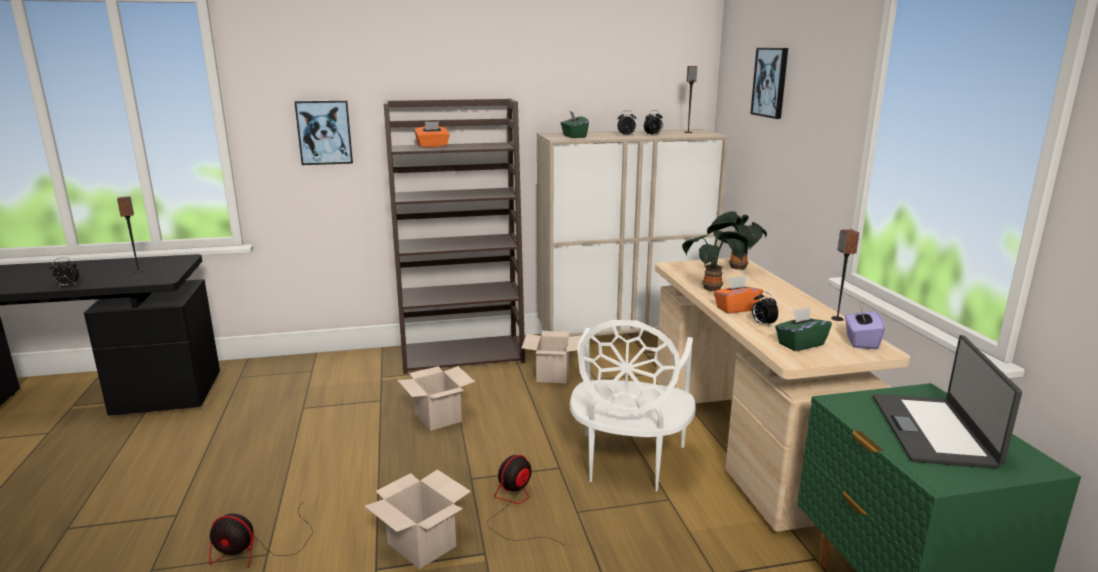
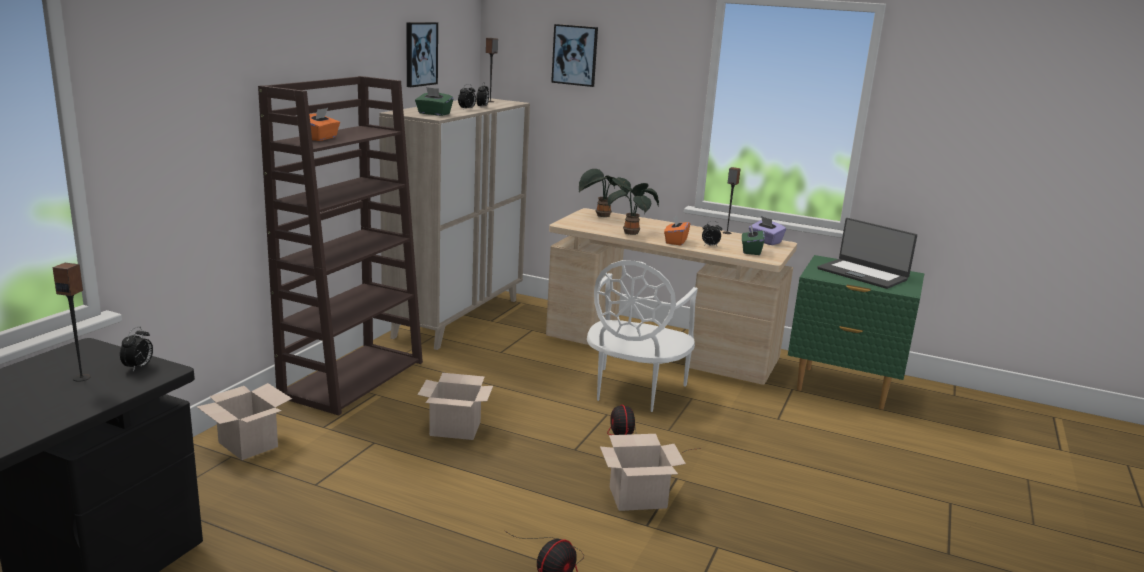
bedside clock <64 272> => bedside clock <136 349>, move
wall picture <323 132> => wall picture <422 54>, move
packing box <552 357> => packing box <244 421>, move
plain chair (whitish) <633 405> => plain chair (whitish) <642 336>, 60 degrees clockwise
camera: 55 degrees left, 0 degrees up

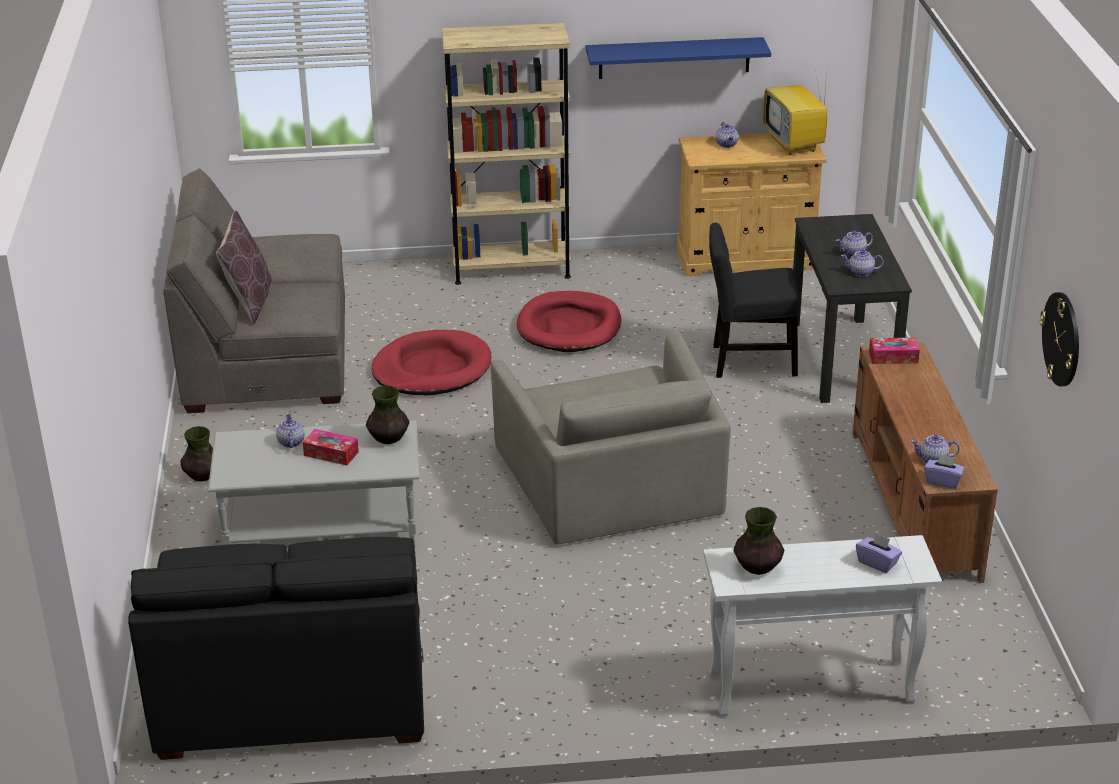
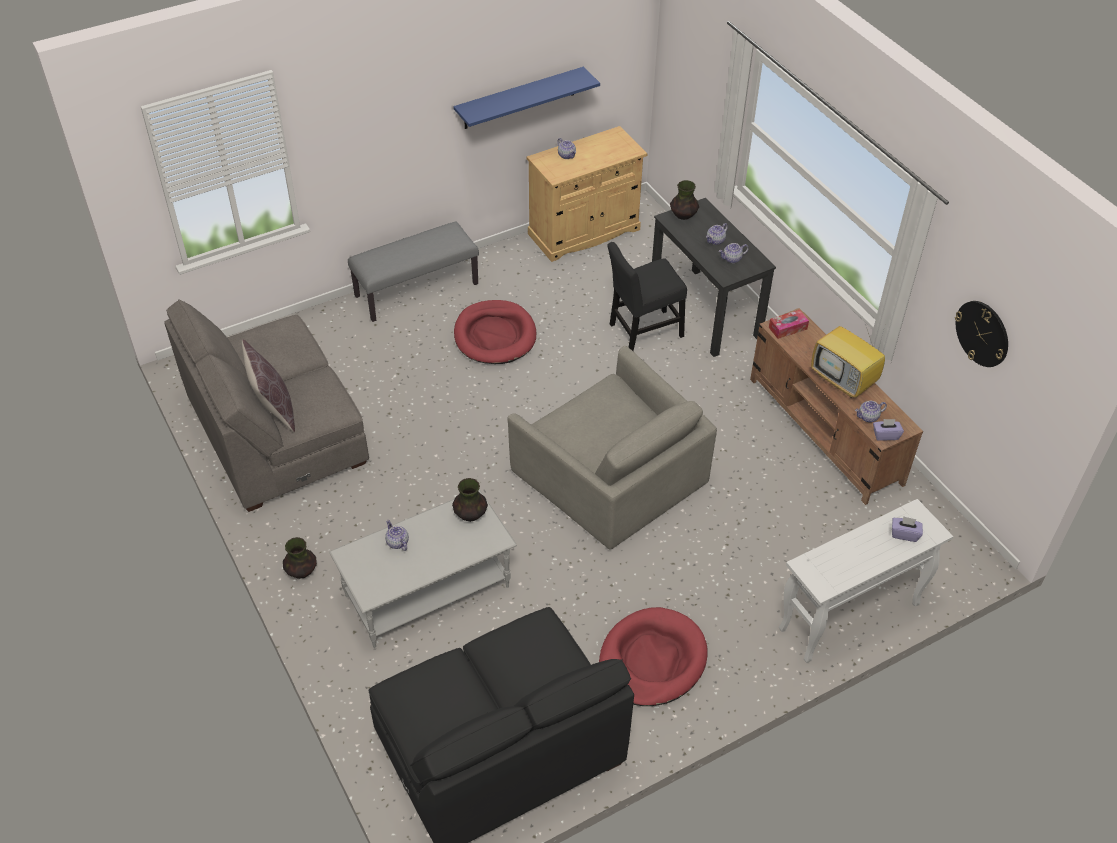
box of tissues <331 447> => nothing
dog bed (red-coloured) <431 362> => dog bed (red-coloured) <653 656>, move
bookshelf (beige) <506 154> => indoor bench (gray) <413 272>
vase <758 541> => vase <684 200>, move
TV <795 113> => TV <848 361>, move
camera: 25 degrees left, 15 degrees up

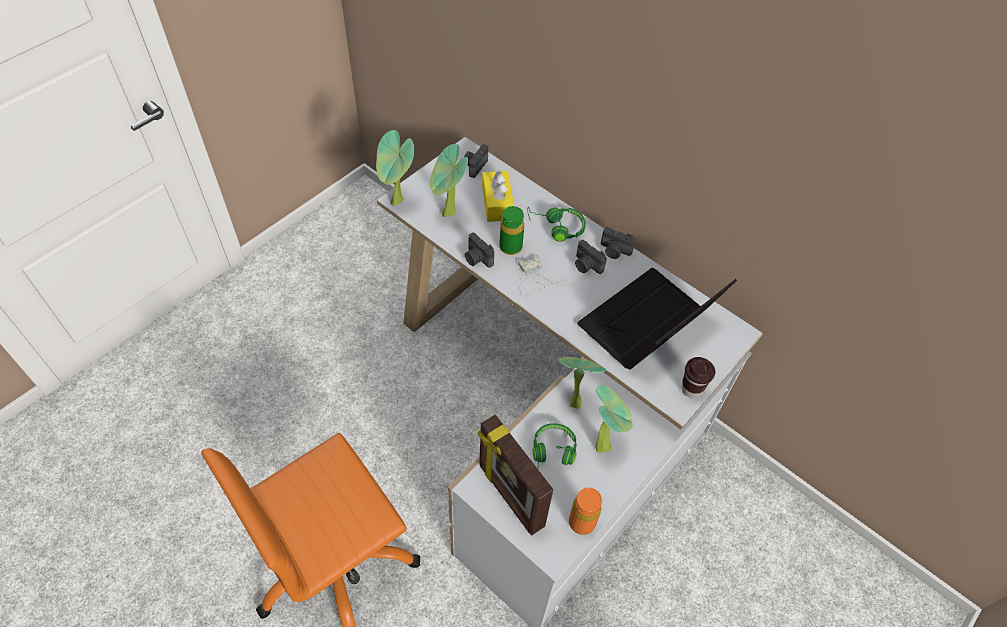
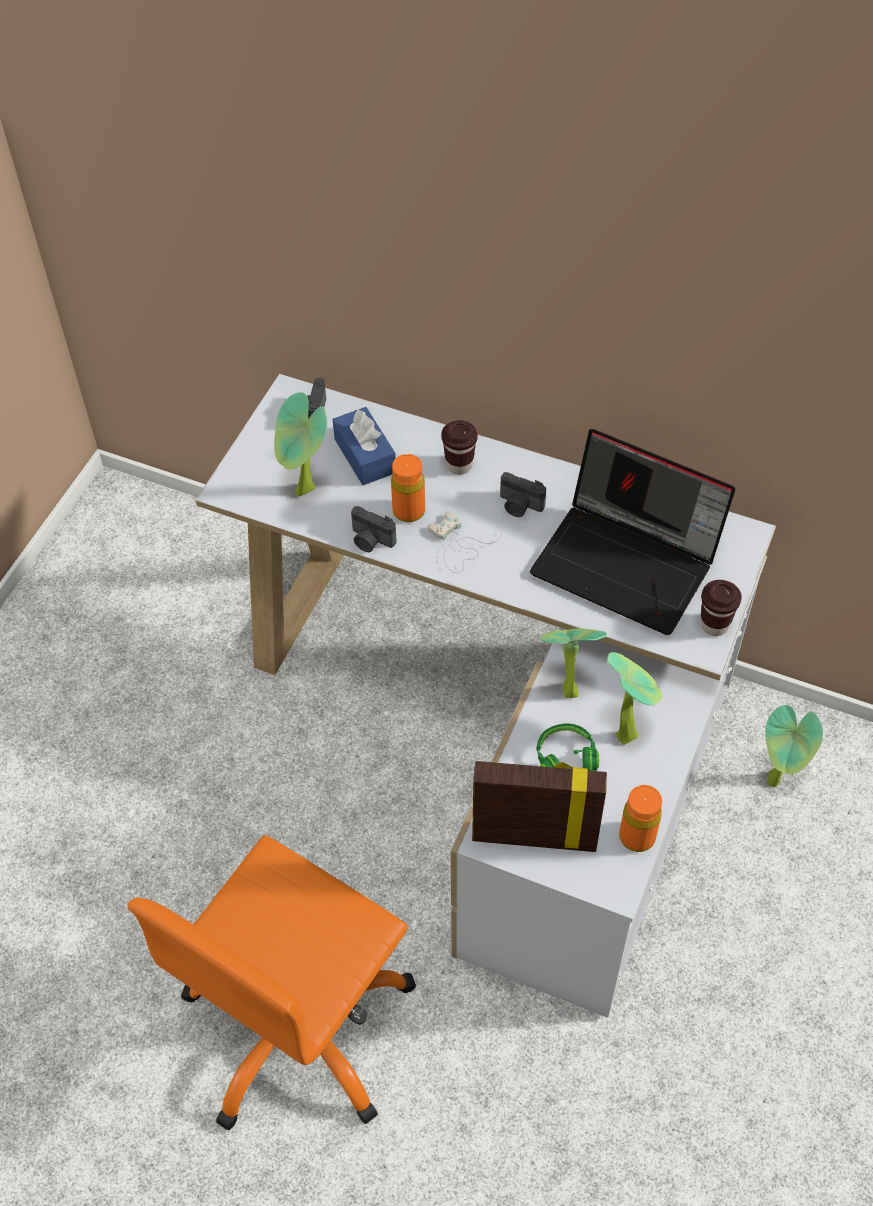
plant in a pot <395 168> => plant in a pot <794 746>, move
picture frame <515 475> => picture frame <539 806>, 150 degrees clockwise
box of tissues (yellow) <498 195> => box of tissues (blue) <364 446>
bottle (green) <511 230> => bottle (orange) <408 488>
headphones (green) <556 224> => drinking cup (brownish) <459 447>
laptop <657 319> => laptop <632 532>, 90 degrees counterclockwise
still camera <618 243> => nothing
camera: 15 degrees left, 0 degrees up

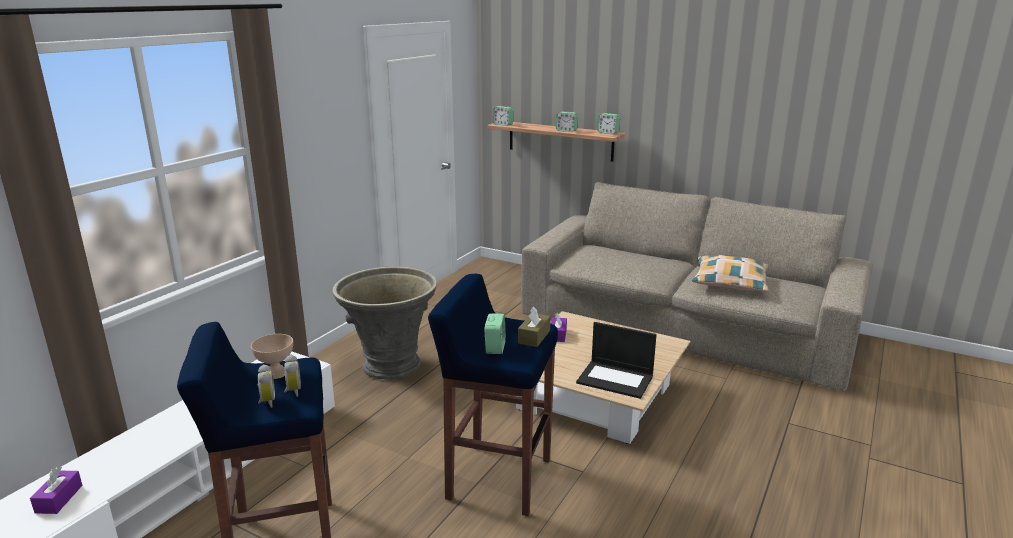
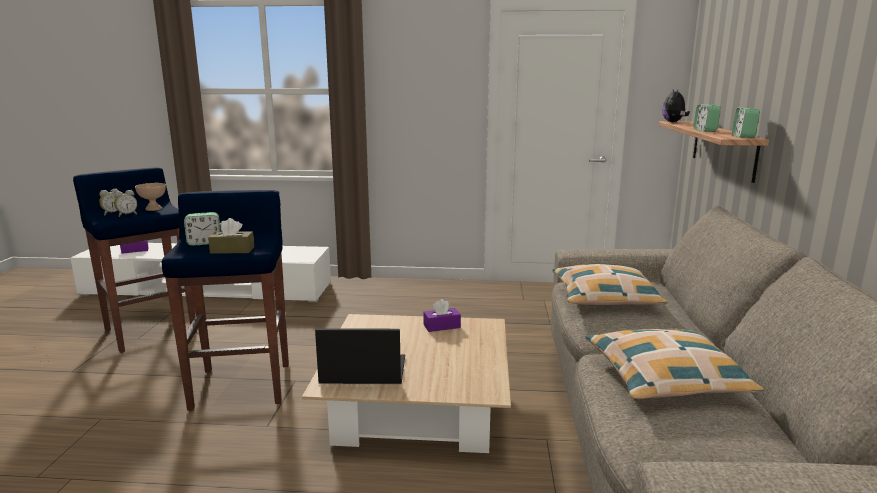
flower pot (gray) <384 322> => nothing
bedside clock <503 116> => soft toy <676 106>
laptop <616 360> => laptop <360 356>, 90 degrees clockwise
nothing => cushion <610 284>
camera: 65 degrees right, 5 degrees down

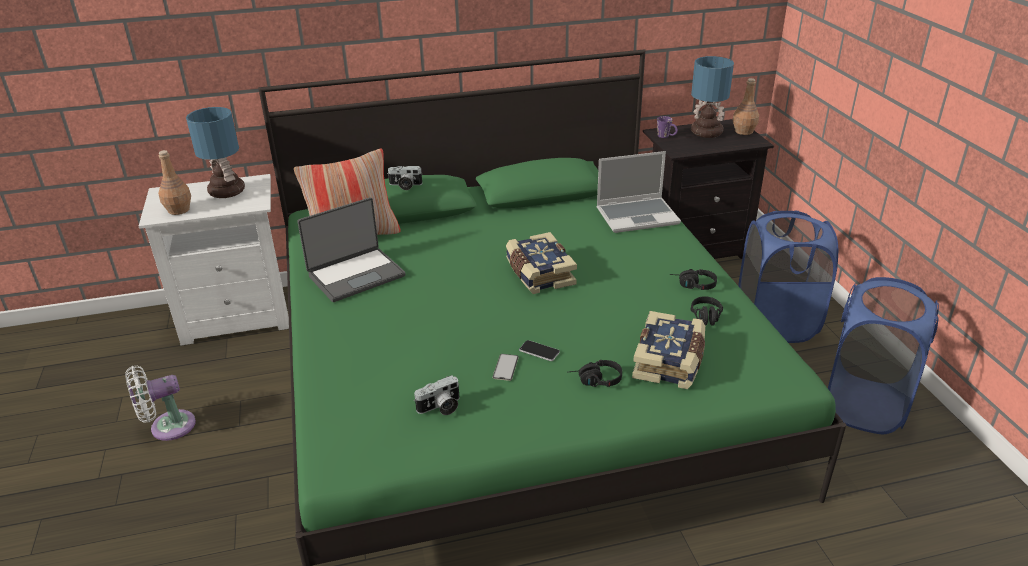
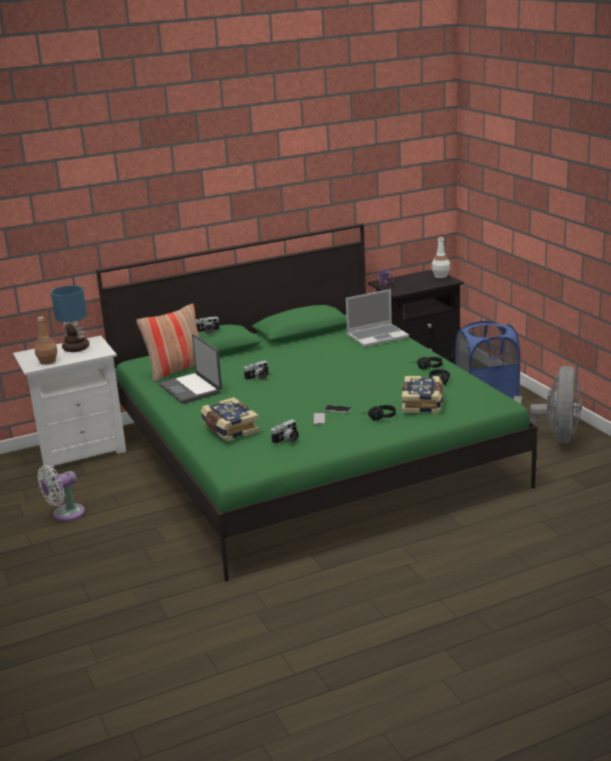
laptop <351 249> => laptop <190 369>, 105 degrees clockwise
bound book <541 263> => bound book <230 419>, move
tabletop lamp <712 97> => nothing
bottle (brownish) <746 106> => bottle (whitish) <441 257>
washing basket (blue) <883 355> => cooling fan (gray) <548 404>
nothing => still camera <256 370>
camera: 10 degrees left, 10 degrees down

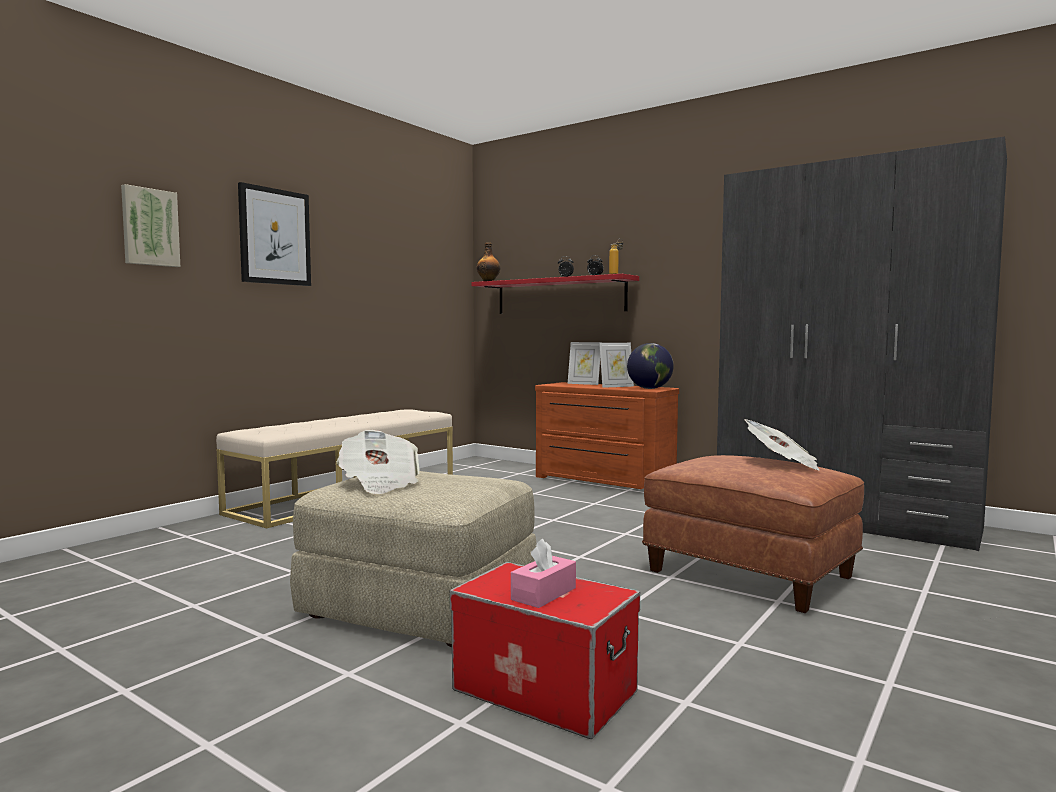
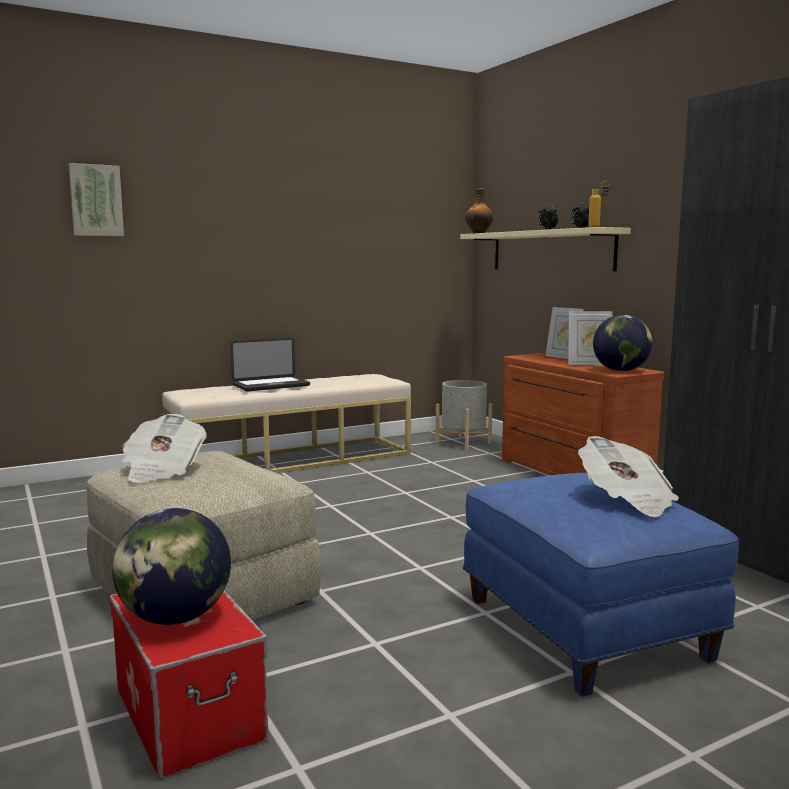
wall picture <274 234> => nothing
bracket shelf (red-coloured) <555 294> => bracket shelf (beige) <545 249>
box of tissues (pink) <543 573> => globe <171 566>
pouffe (brownish) <753 534> => pouffe (blue) <601 585>
nothing => laptop <270 364>
nothing => flower pot (gray) <463 415>
camera: 25 degrees right, 5 degrees up

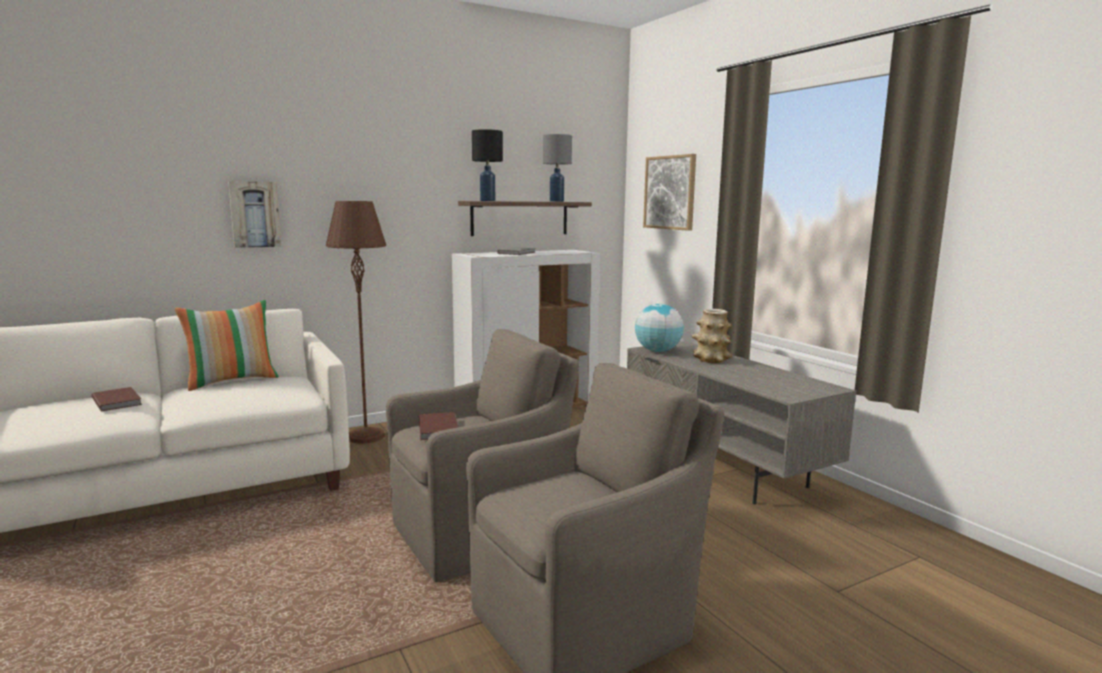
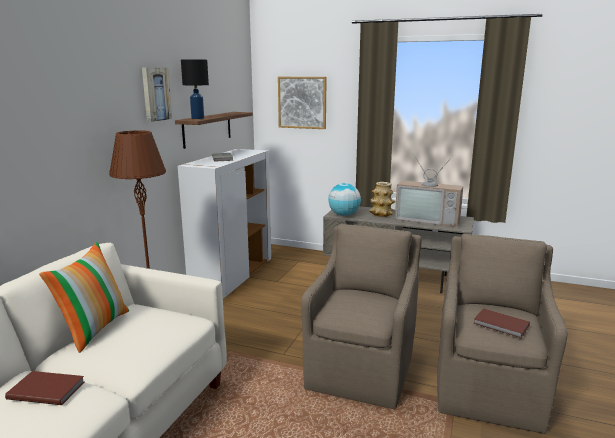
wall picture <254 214> => wall picture <157 94>, move
bound book (brownish) <438 426> => bound book (brownish) <501 323>, move
tabletop lamp (gray) <557 168> => nothing
nothing => TV <429 190>
camera: 40 degrees left, 5 degrees up

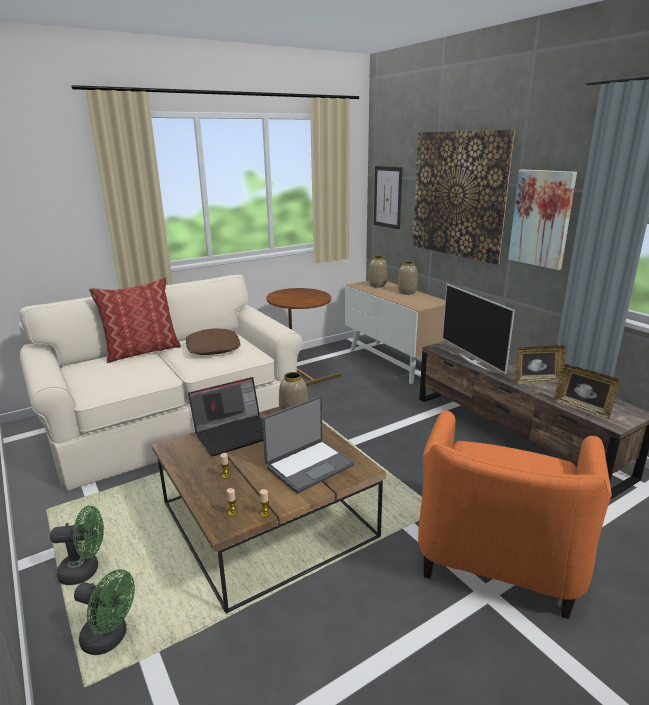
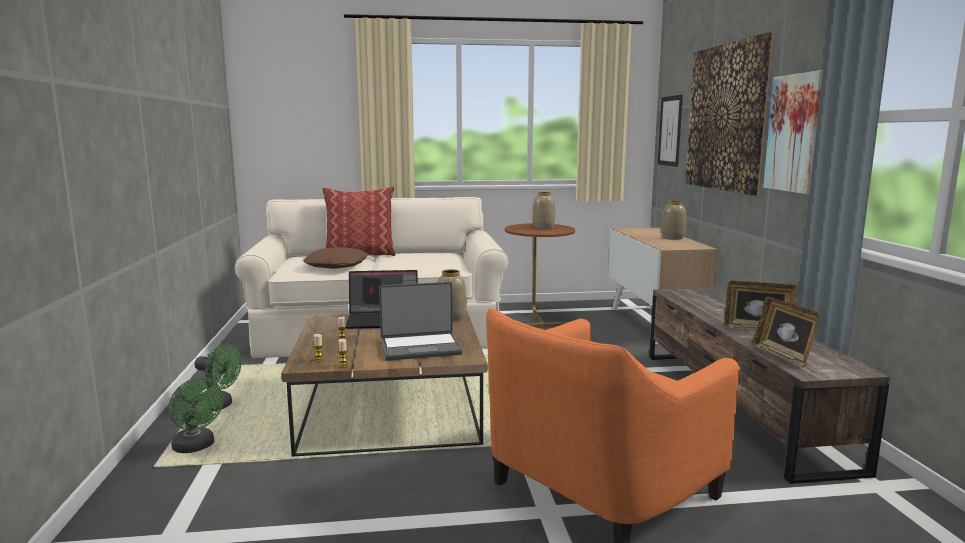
cushion (brownish) <213 341> => cushion (brownish) <335 258>, move
vase <378 271> => vase <544 210>, move
TV <478 329> => nothing
camera: 25 degrees right, 10 degrees down

